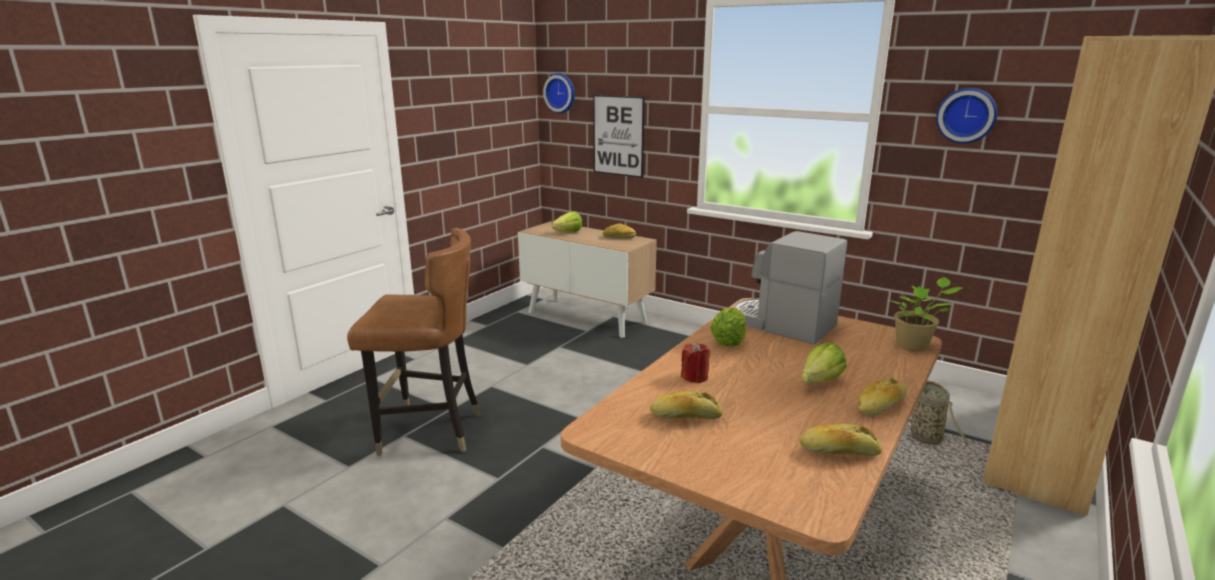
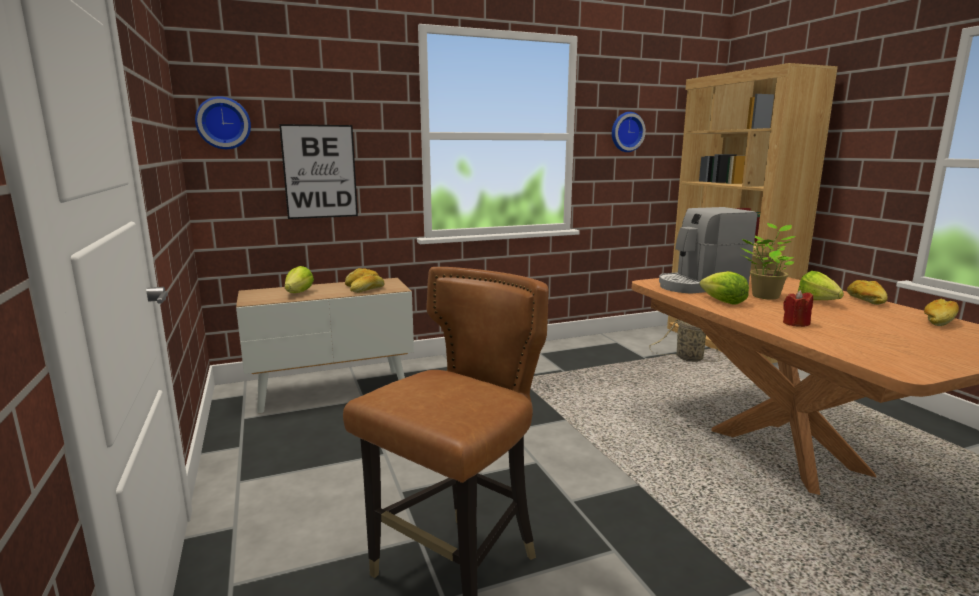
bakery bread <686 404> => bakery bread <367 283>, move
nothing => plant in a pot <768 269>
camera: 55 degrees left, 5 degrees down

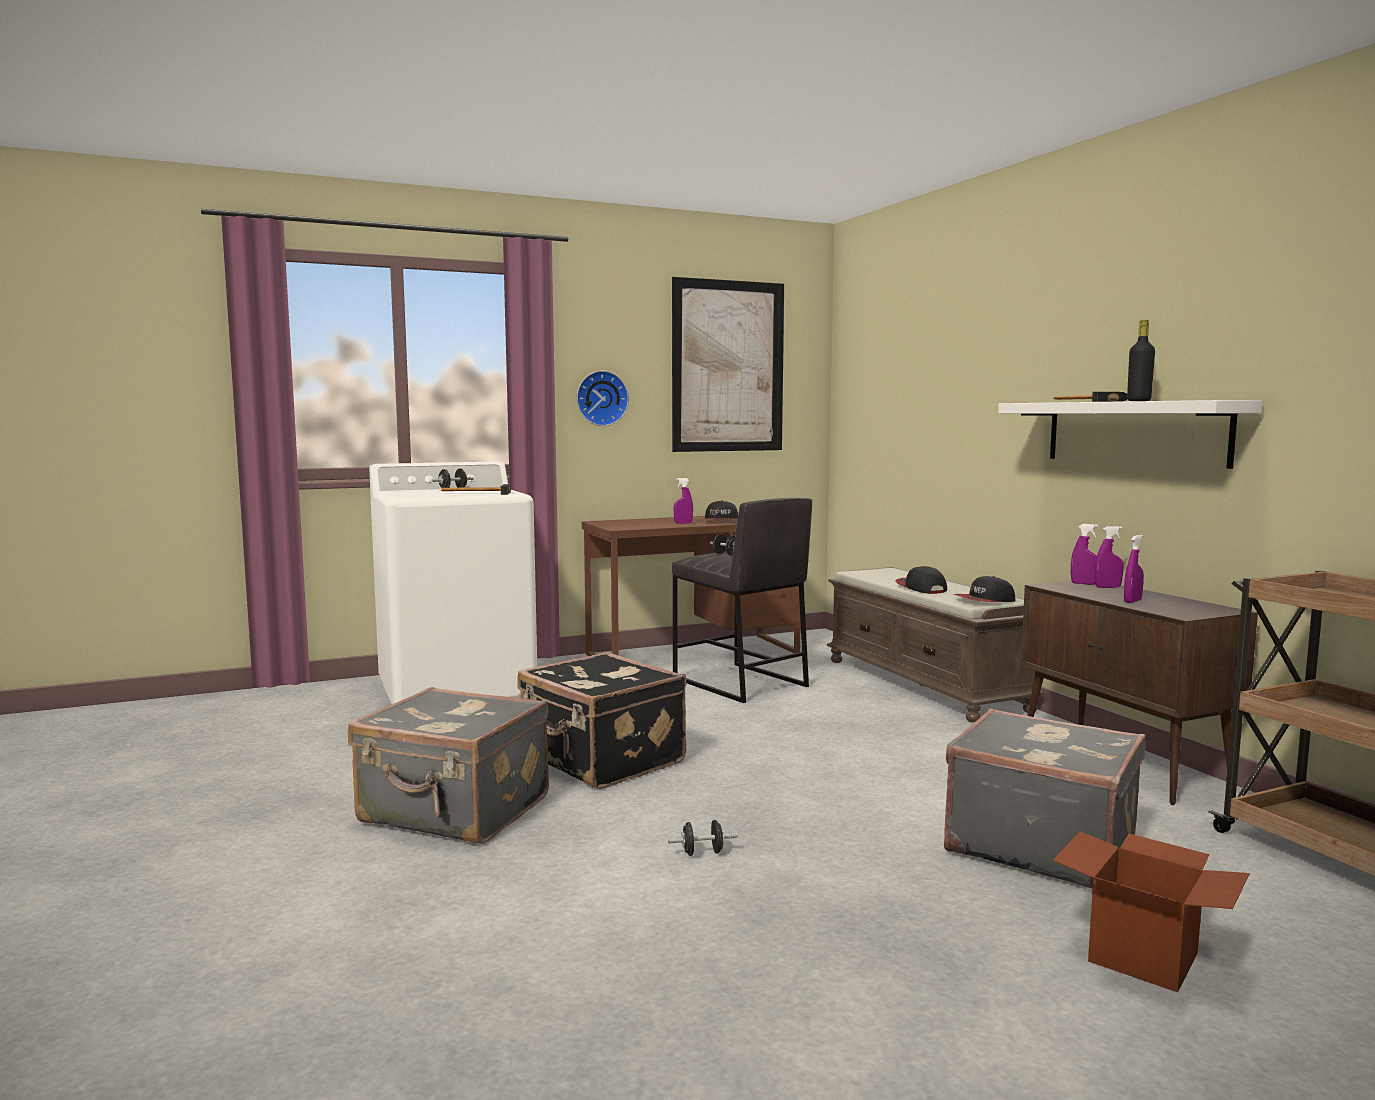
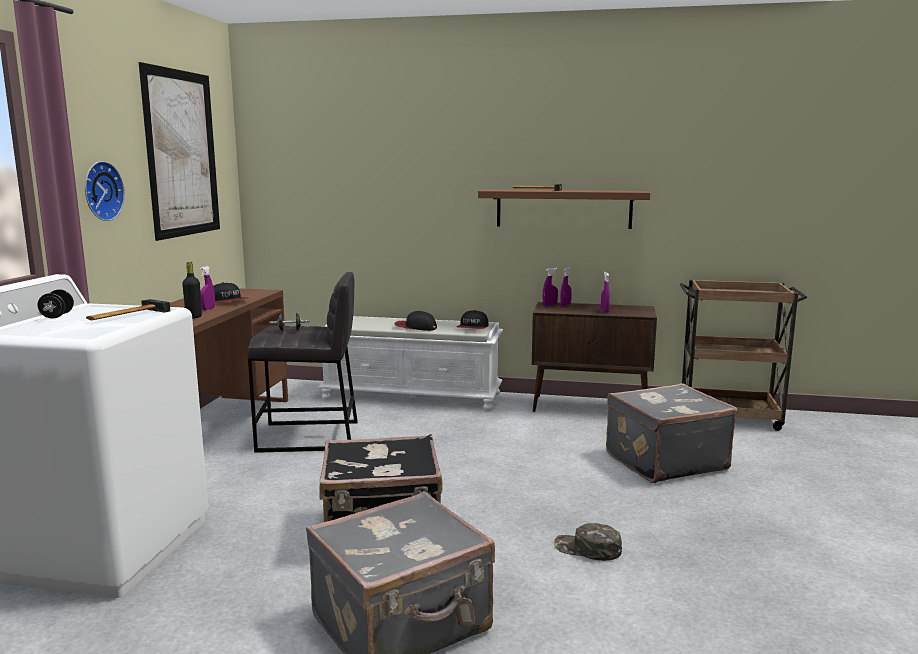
dumbbell (black) <703 838> => cap (green) <588 542>
indoor bench (brownish) <935 645> => indoor bench (whitish) <410 363>
bracket shelf (whitish) <1130 434> => bracket shelf (brownish) <564 209>
packing box <1151 911> => nothing
bottle (black) <1141 360> => bottle (black) <192 289>, move
camera: 55 degrees left, 5 degrees up

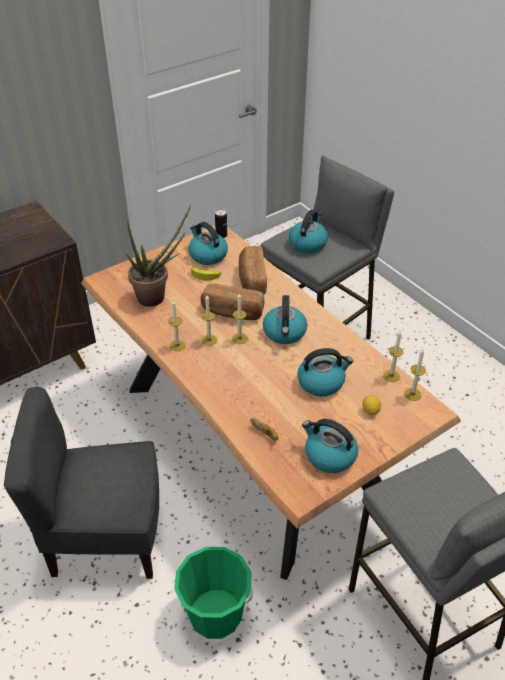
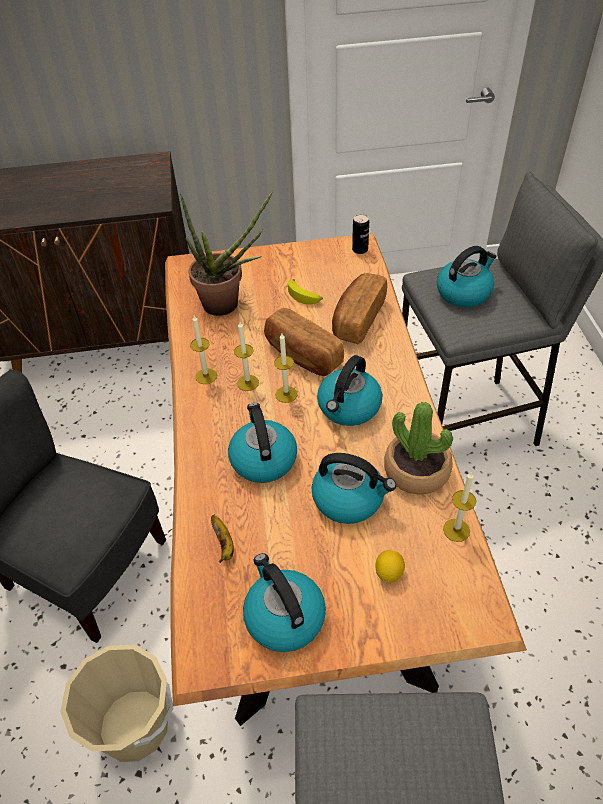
pail (green) <213 593> => pail (beige) <116 703>
tea kettle <208 243> => tea kettle <262 443>, move
candle <415 375> => nothing
nothing => plant in a pot <418 448>
camera: 30 degrees right, 5 degrees up

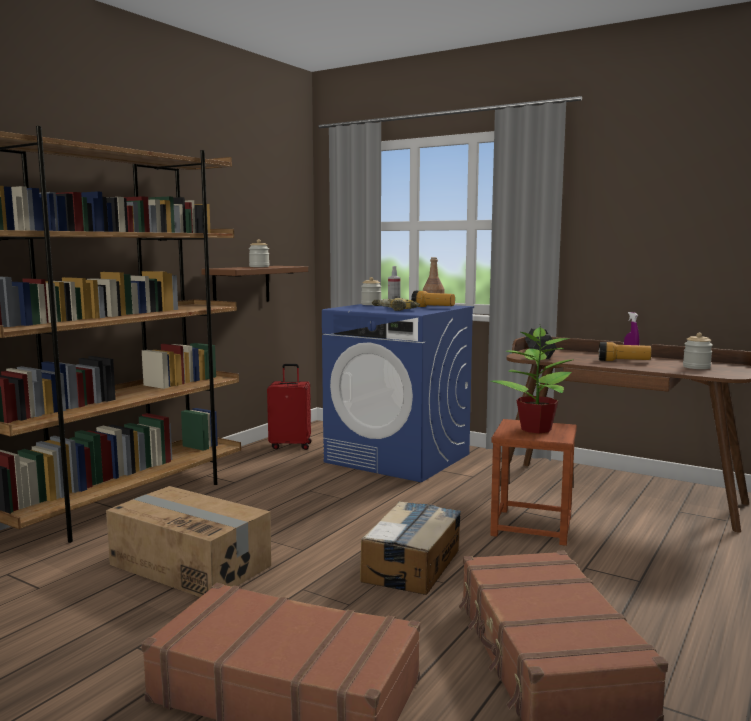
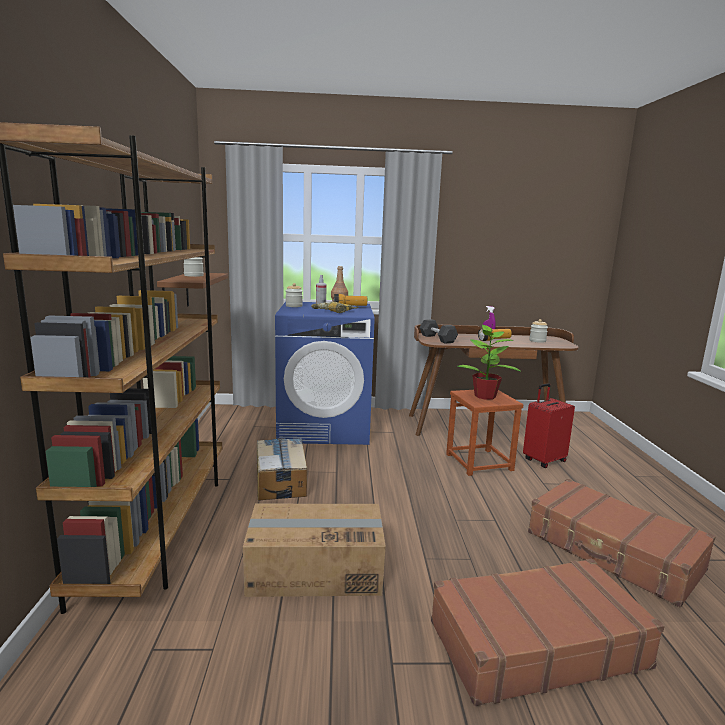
suitcase (red-coloured) <289 407> => suitcase (red-coloured) <549 425>, move
packing box <410 548> => packing box <282 469>, move
camera: 35 degrees left, 5 degrees up

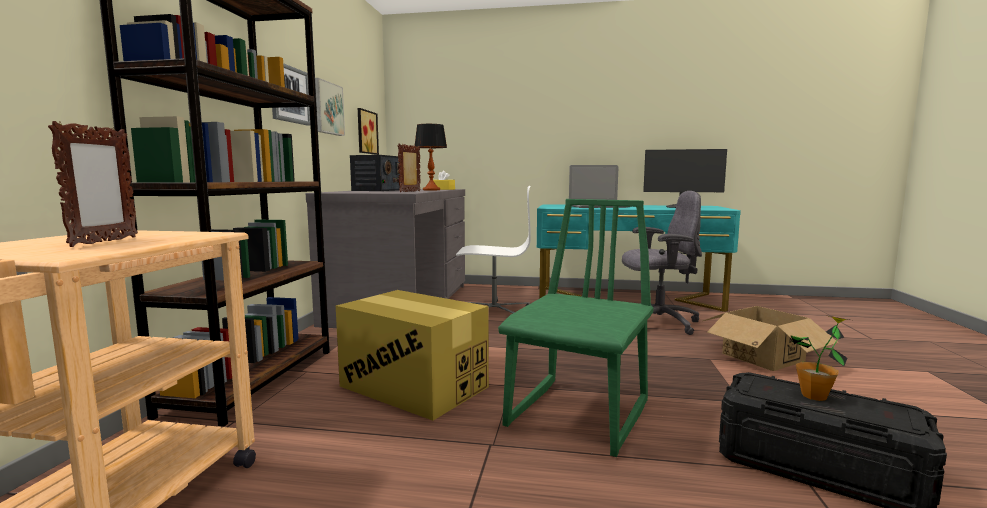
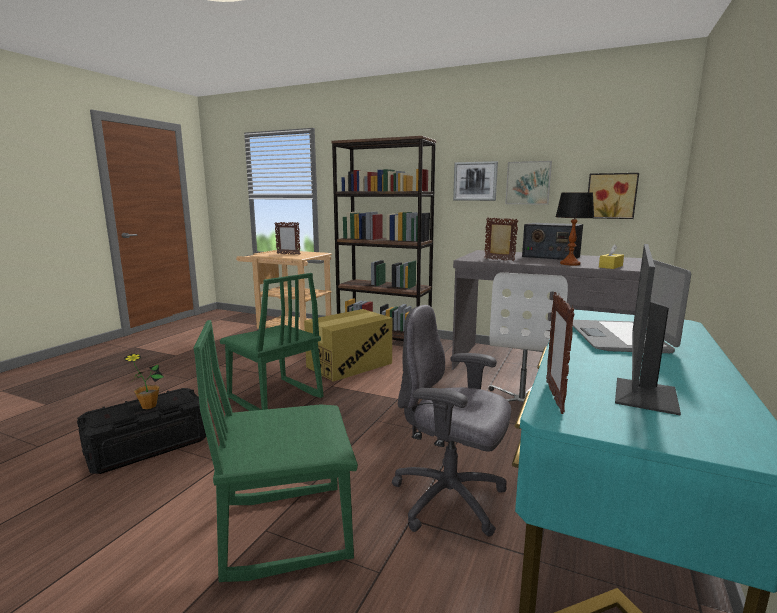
office chair (gray) <662 263> => office chair (gray) <451 421>, 105 degrees clockwise
packing box <771 338> => plain chair (green) <275 451>
nothing => picture frame <560 353>
camera: 105 degrees right, 5 degrees up

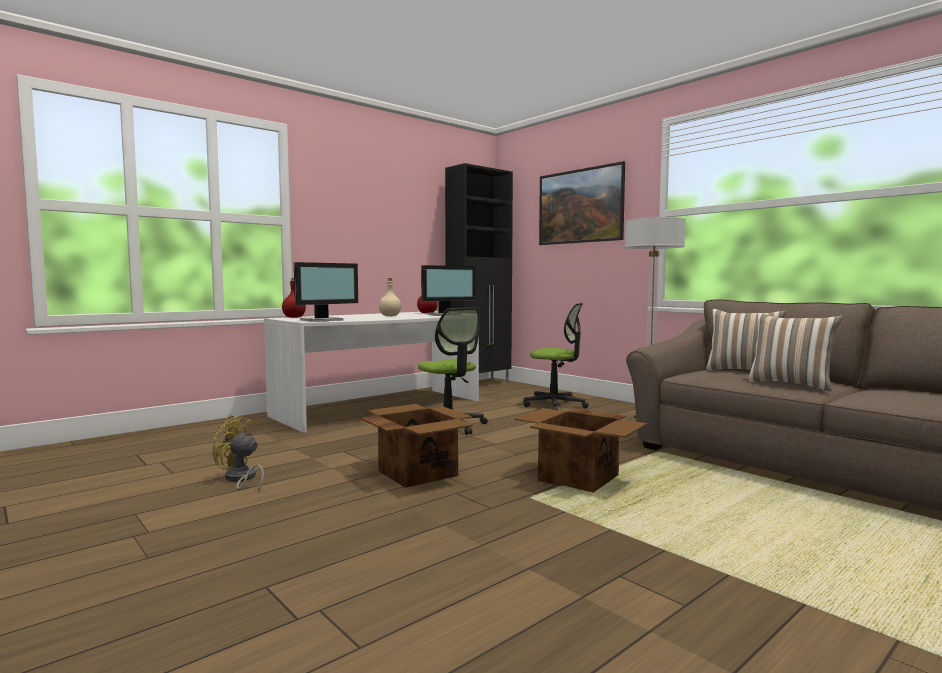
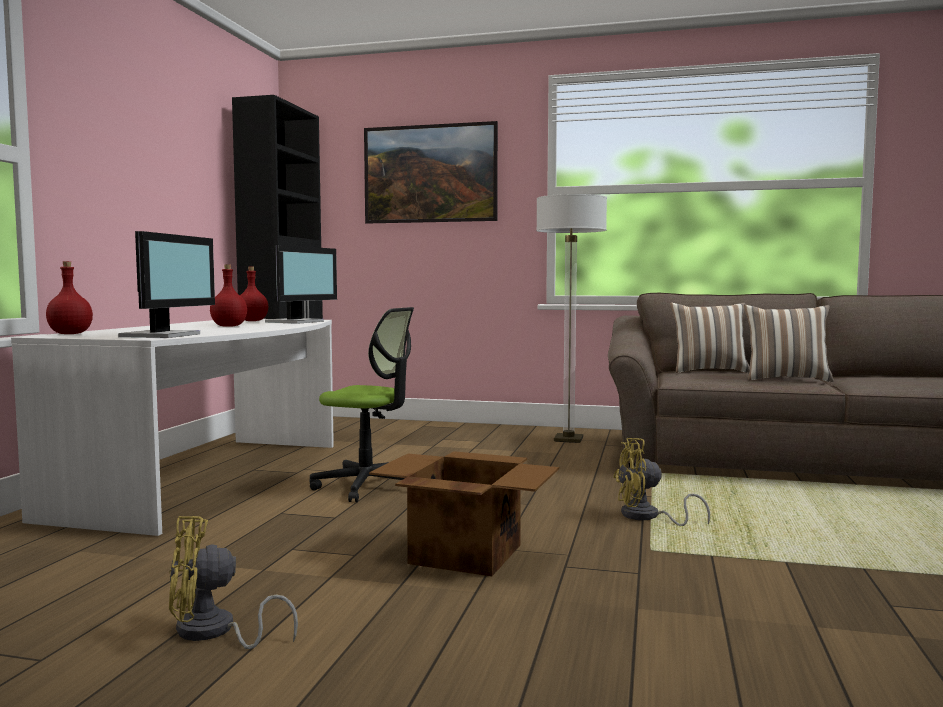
bottle (beige) <390 297> => bottle (red-coloured) <228 295>
packing box <581 450> => cooling fan (yellow) <661 482>
office chair <556 356> => nothing
camera: 35 degrees left, 0 degrees up

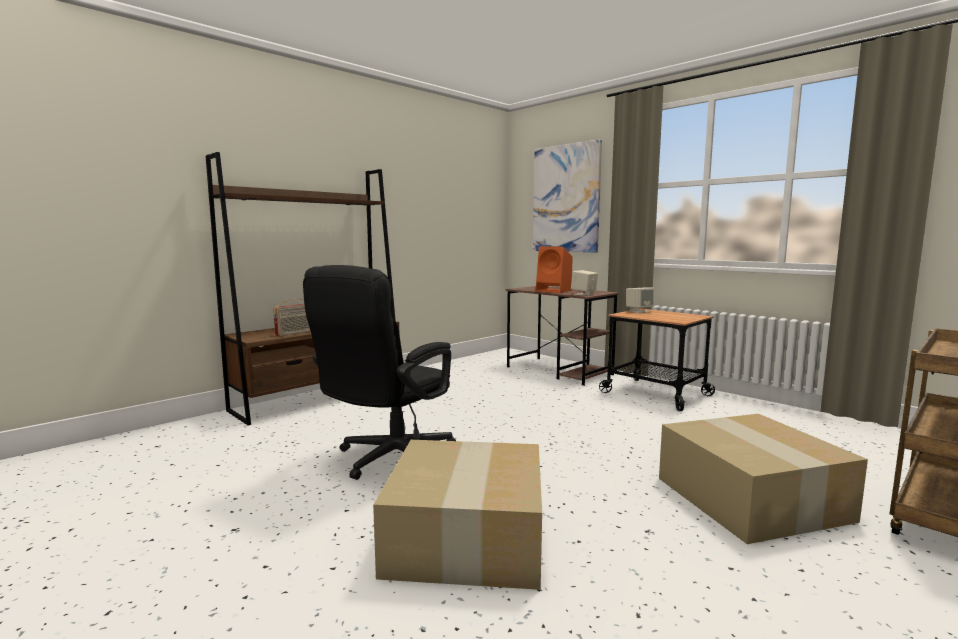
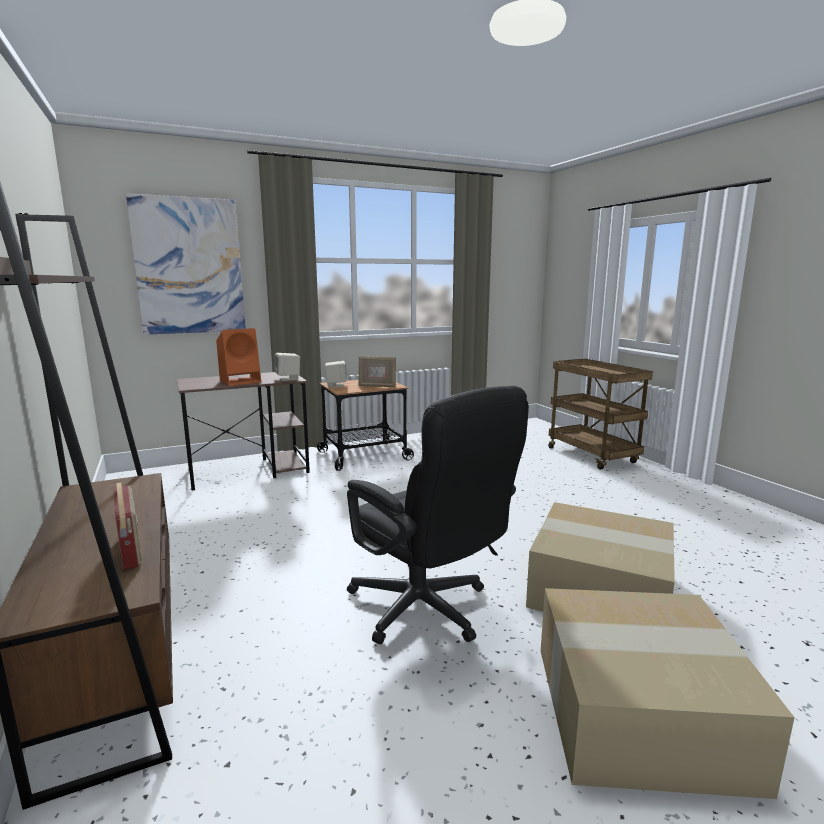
packing box <763 479> => packing box <668 693>, move
nothing => picture frame <377 371>
camera: 70 degrees left, 5 degrees up

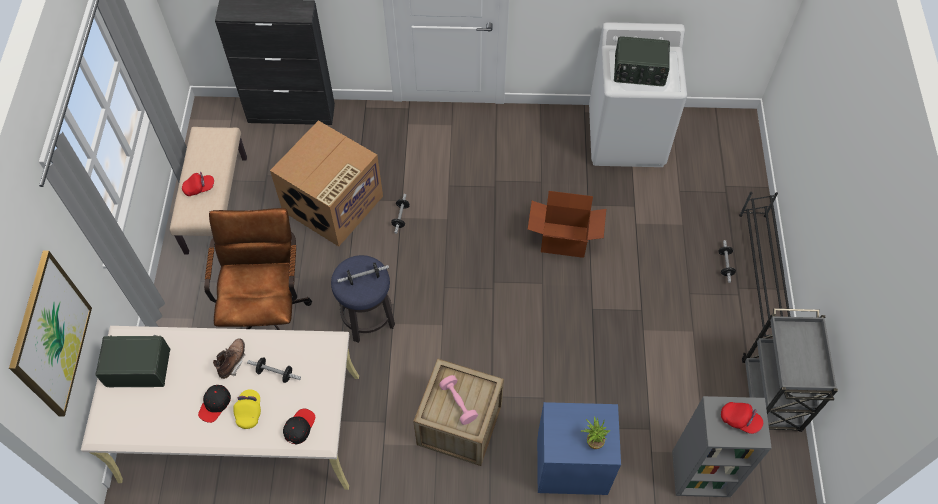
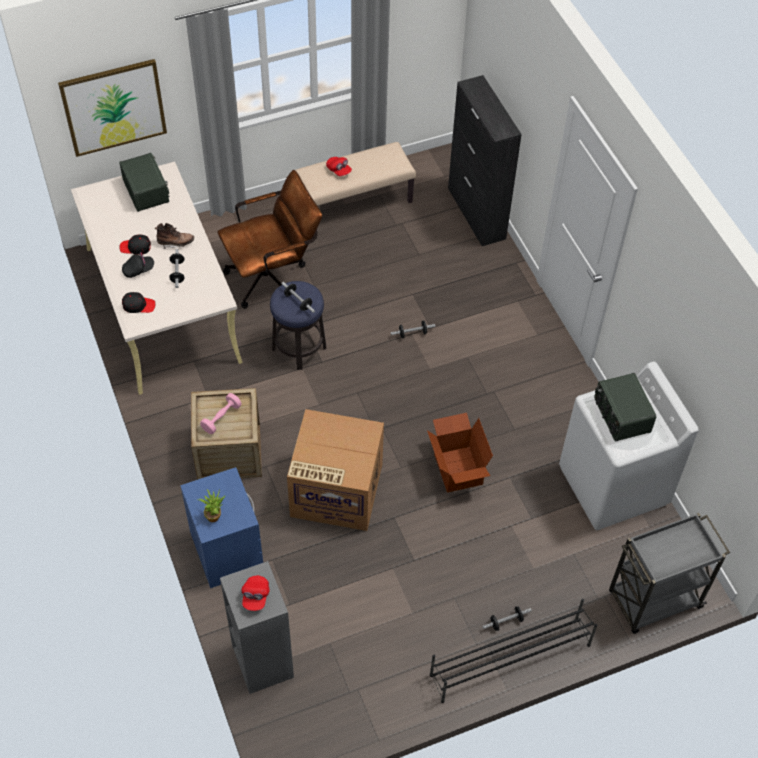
cap (yellow) <247 409> => cap (black) <138 265>
packing box <326 183> => packing box <335 470>, move
wheeled cart (gray) <790 370> => wheeled cart (gray) <669 573>, move
camera: 65 degrees right, 5 degrees down

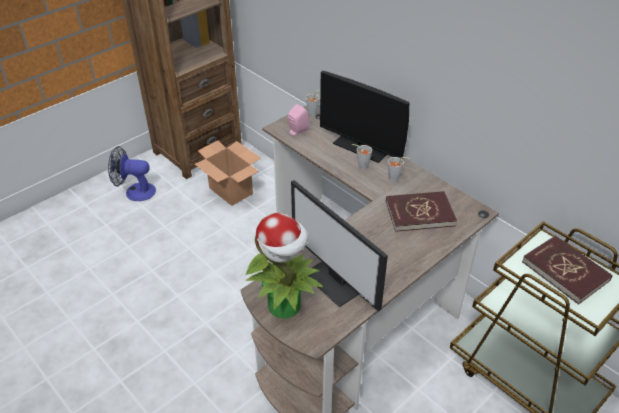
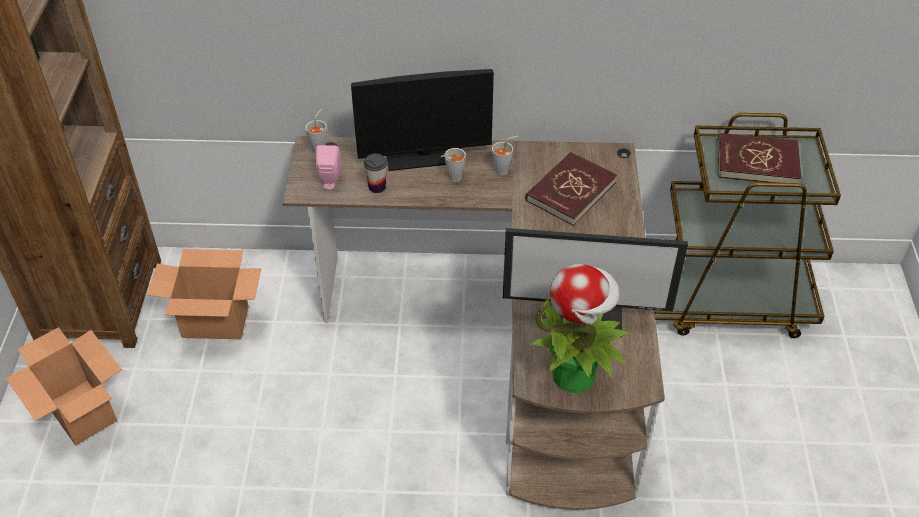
cooling fan <132 173> => packing box <64 386>
nothing => drinking cup <375 173>
camera: 45 degrees left, 5 degrees up

